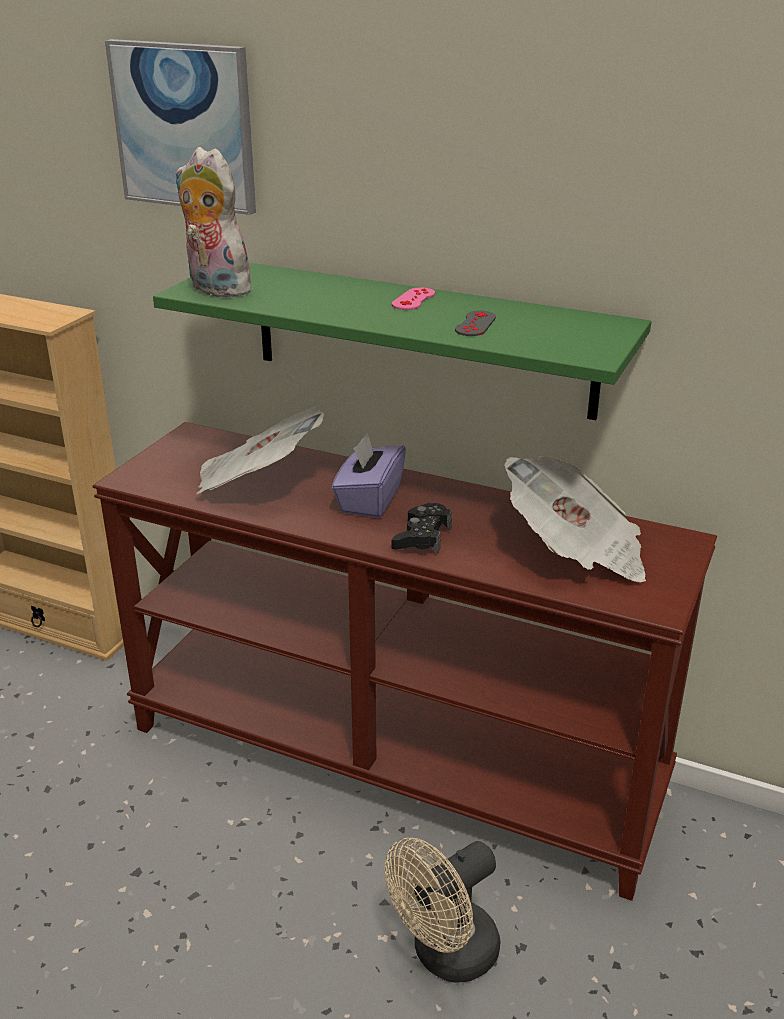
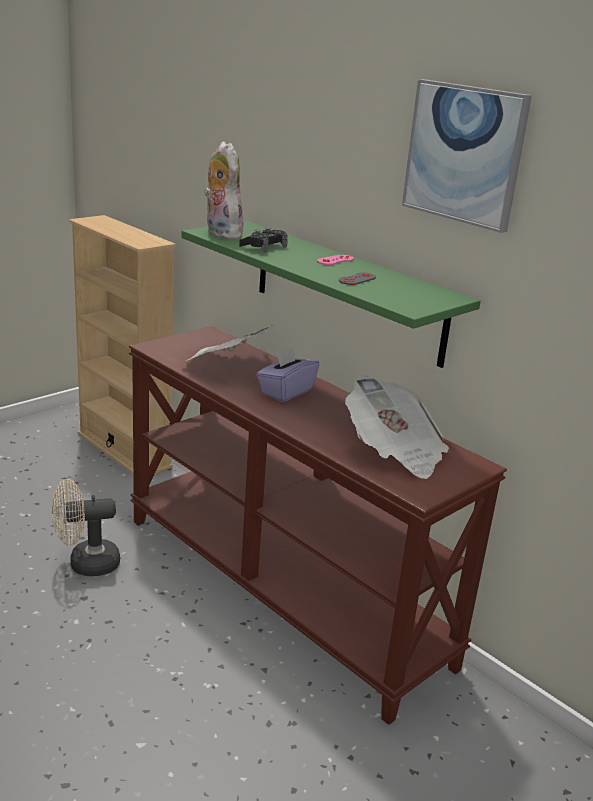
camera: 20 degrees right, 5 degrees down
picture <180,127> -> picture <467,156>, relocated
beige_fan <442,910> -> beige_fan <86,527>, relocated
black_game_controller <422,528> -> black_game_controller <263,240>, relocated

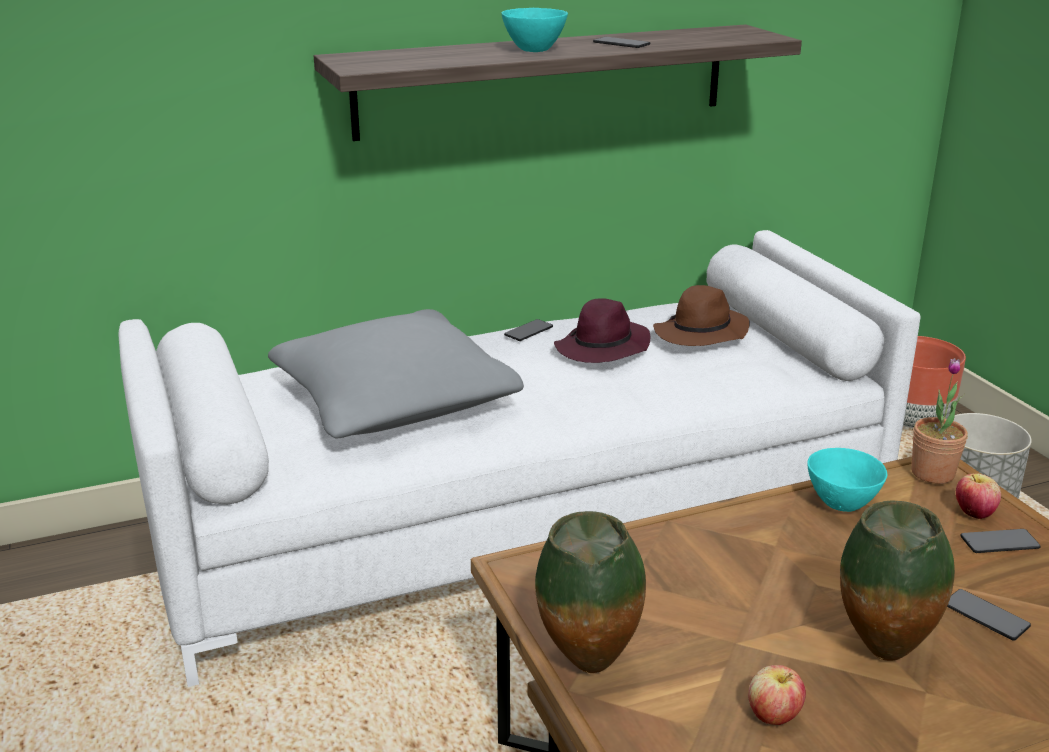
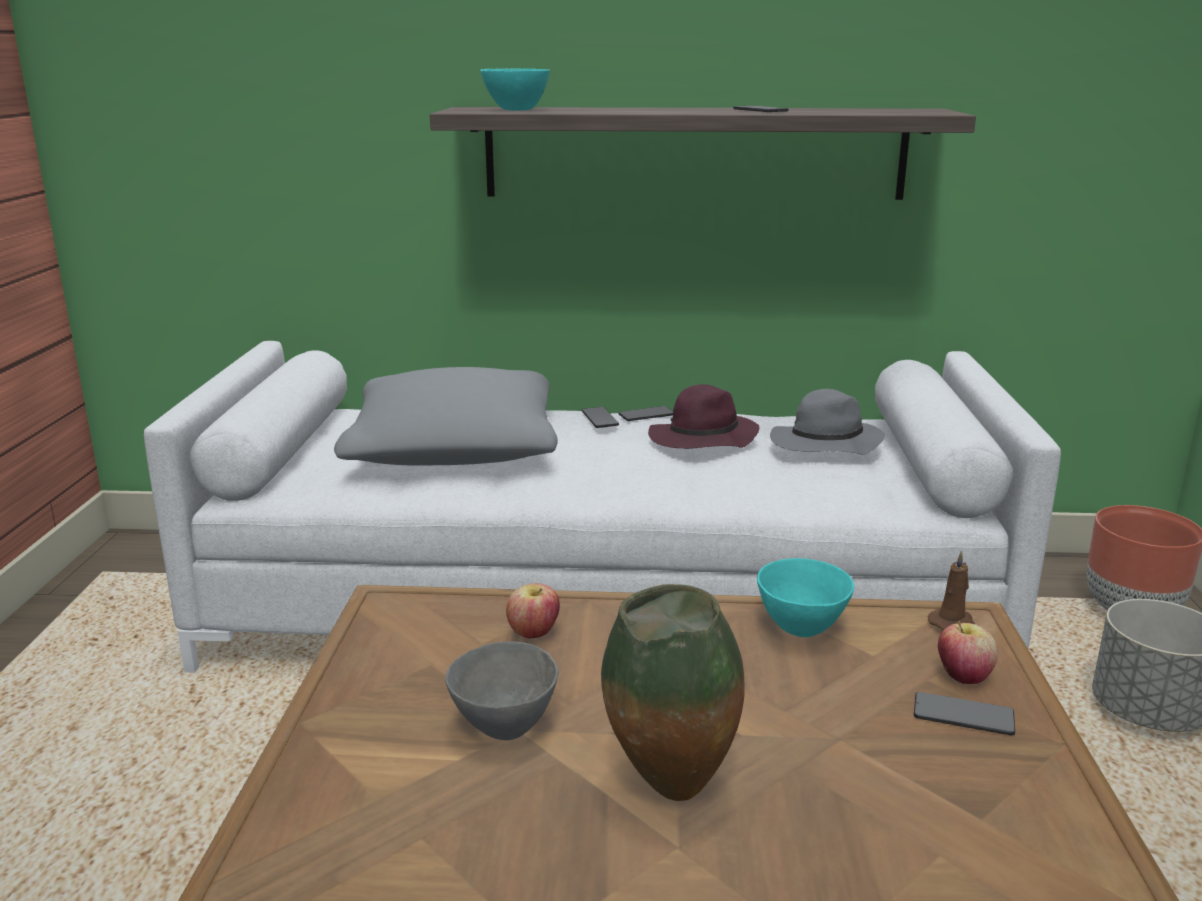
camera: 25 degrees right, 5 degrees down
turquoise_bowl <534,30> -> turquoise_bowl <515,89>, relocated
vase <590,592> -> none
brown_hat <701,315> -> grey_hat <827,422>
apple <777,695> -> apple <533,611>, relocated
potted_plant <939,421> -> brown_candle <951,590>
phone <989,615> -> phone <600,417>, relocated
none -> grey_bowl <501,691>

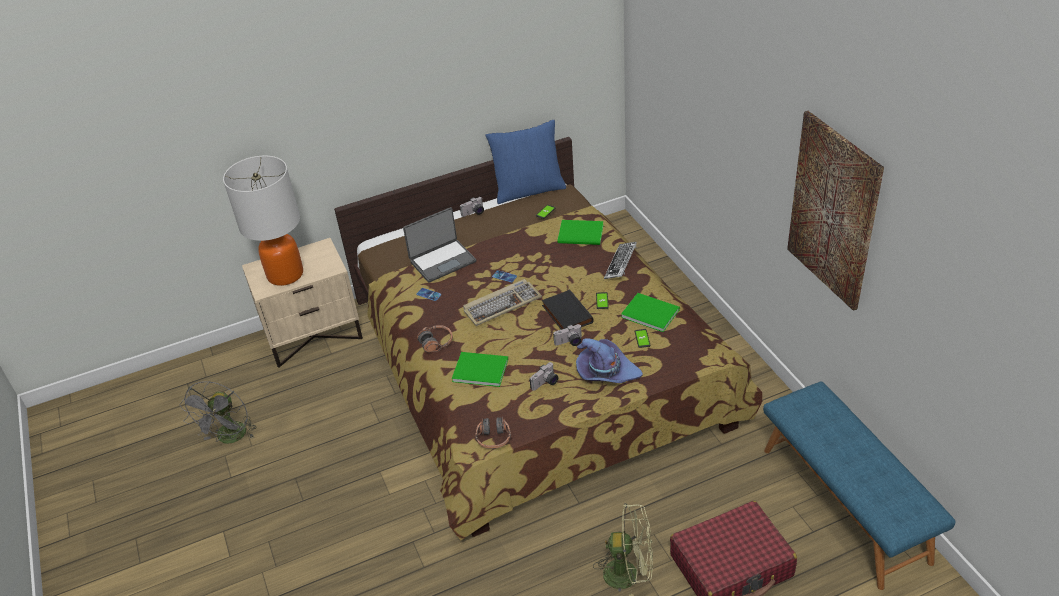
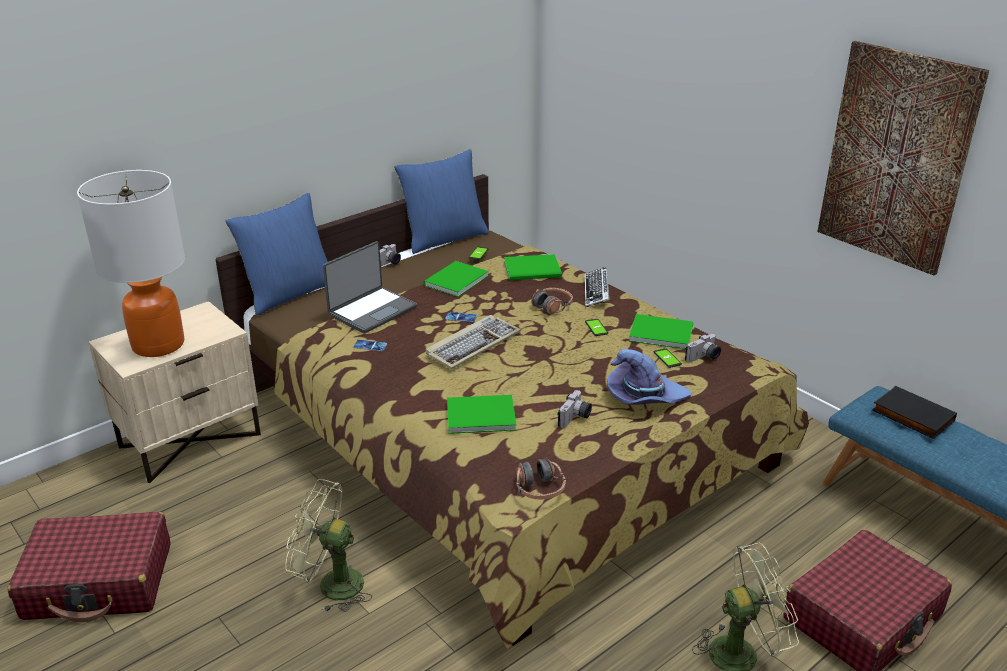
camera: 20 degrees left, 10 degrees down
grey_fan <218,412> -> red_suitcase <89,567>
headphones <435,338> -> headphones <552,301>, relocated
black_book <568,309> -> black_book <914,412>, relocated
photo_camera <567,335> -> photo_camera <703,348>, relocated
none -> blue_pillow <276,254>
none -> green_fan <328,545>
none -> green_book <456,279>

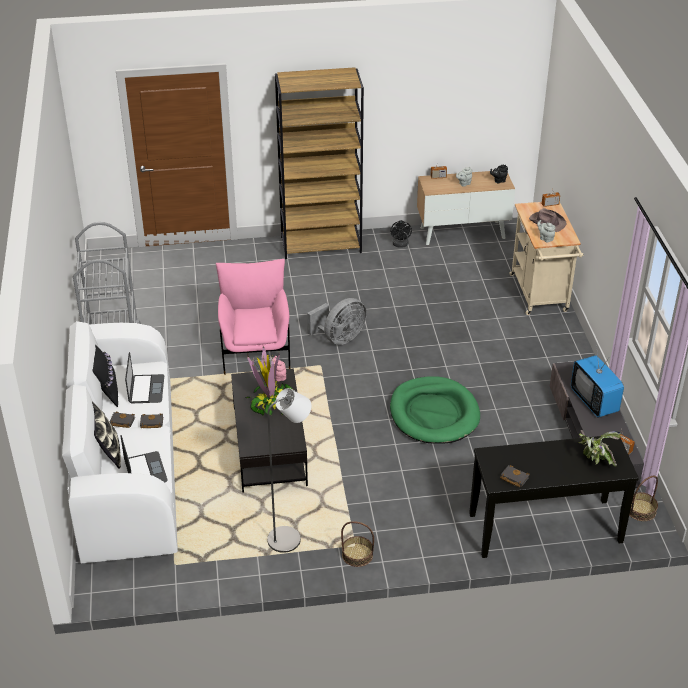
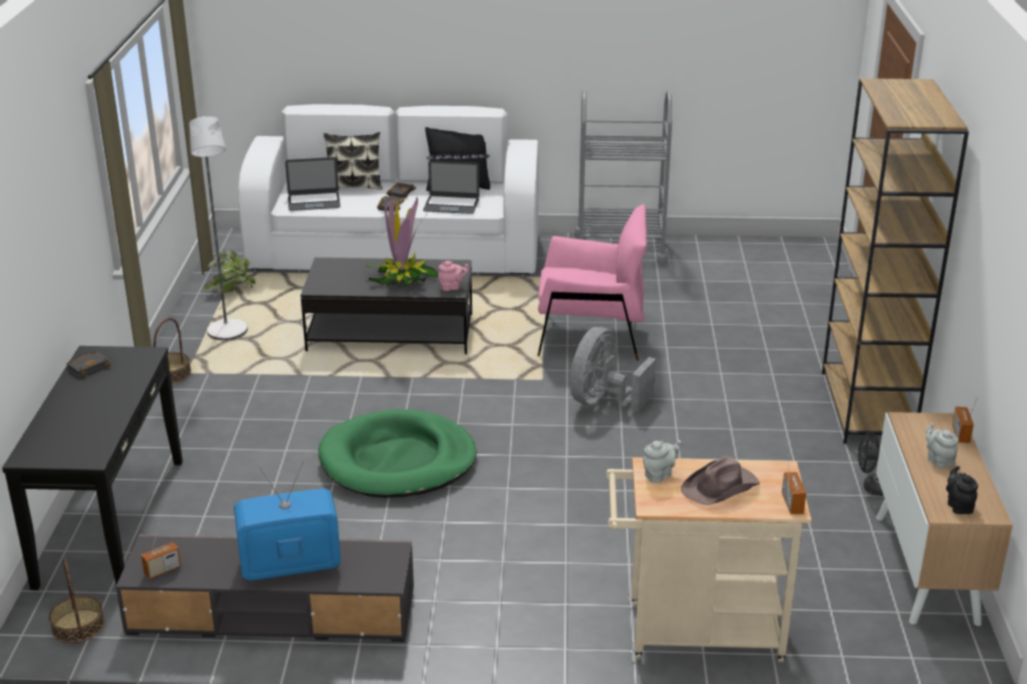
camera: 100 degrees right, 10 degrees down
grey_fan <337,321> -> grey_fan <613,369>, 60 degrees clockwise
potted_plant <599,448> -> potted_plant <230,271>, relocated

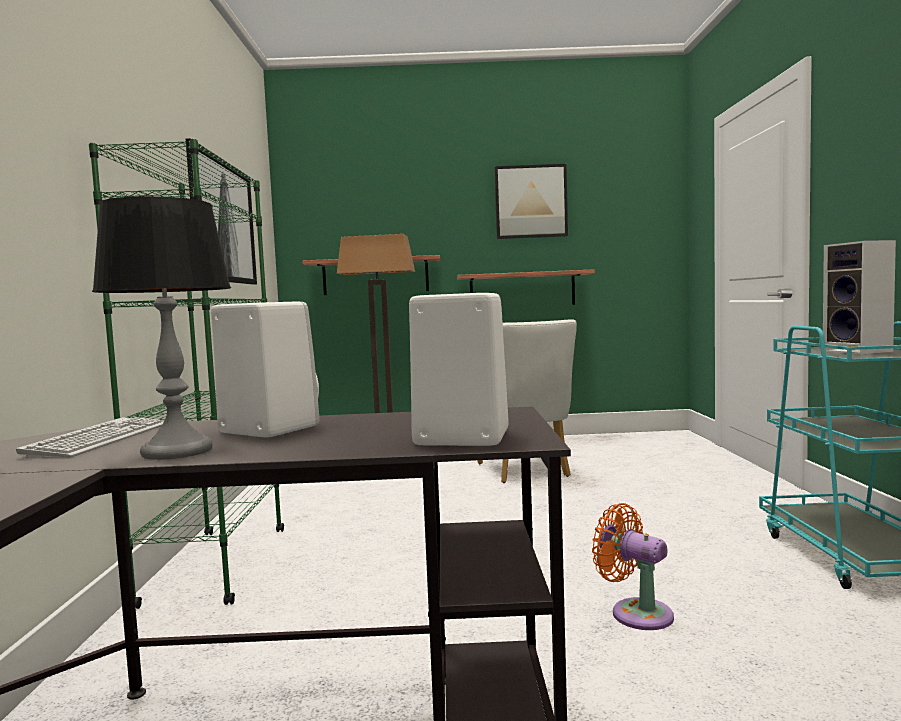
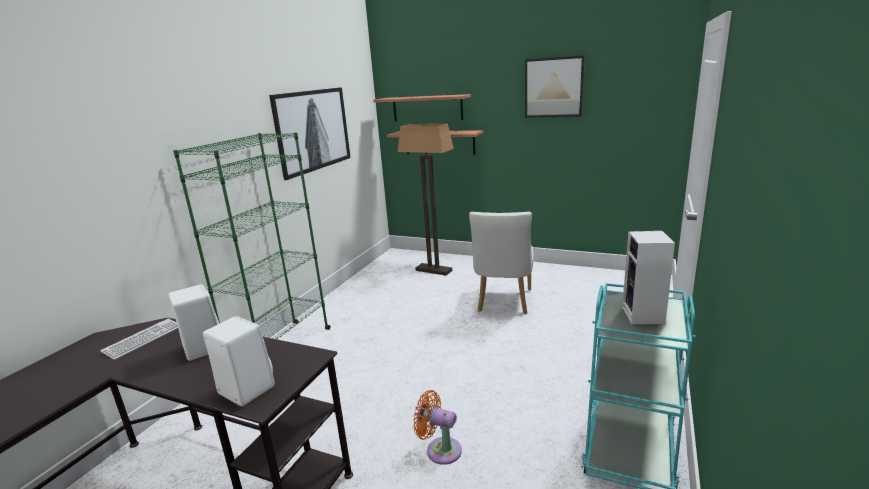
camera: 25 degrees right, 15 degrees up
table_lamp <161,328> -> none
shelf <526,287> -> shelf <422,107>, relocated
orange_fan <633,566> -> orange_fan <437,427>, 45 degrees counterclockwise

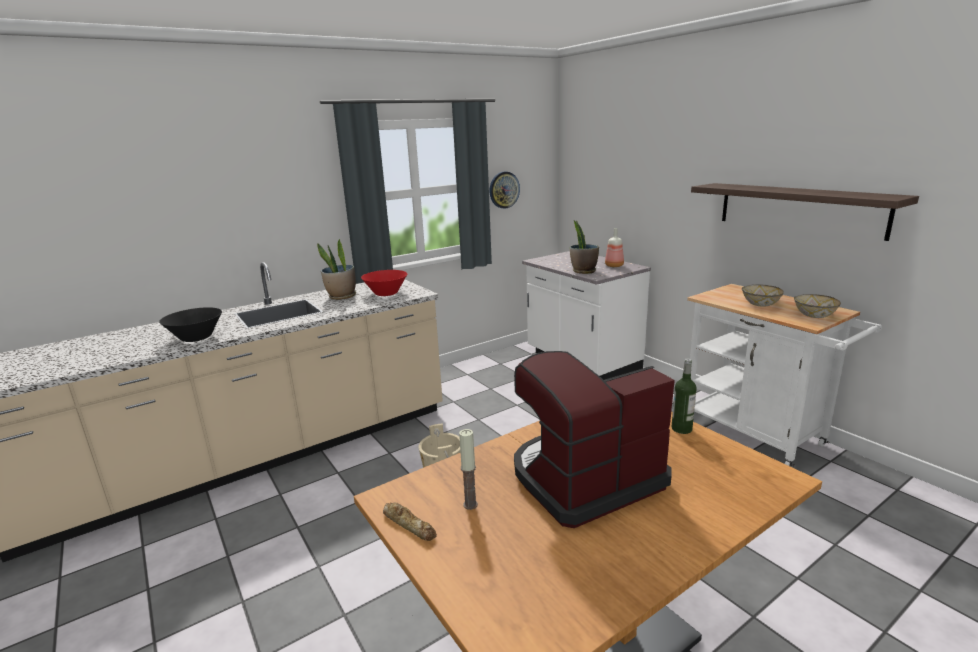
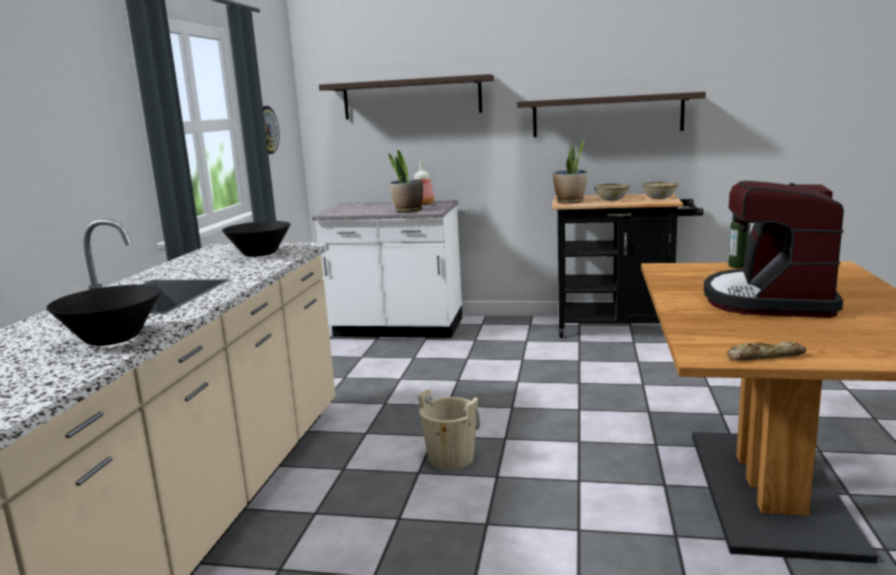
camera: 45 degrees left, 5 degrees down
potted_plant <336,269> -> potted_plant <570,171>, relocated
red_bowl <384,283> -> black_bowl <256,239>
candle <468,469> -> none
white_cart <784,375> -> black_cart <627,265>
none -> shelf <406,96>

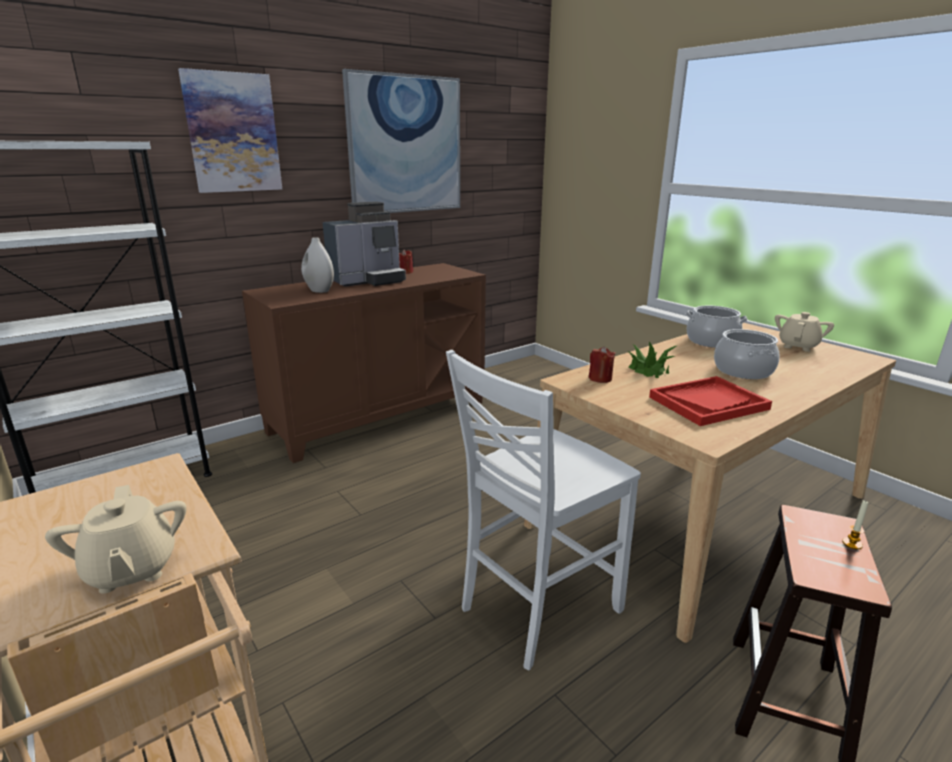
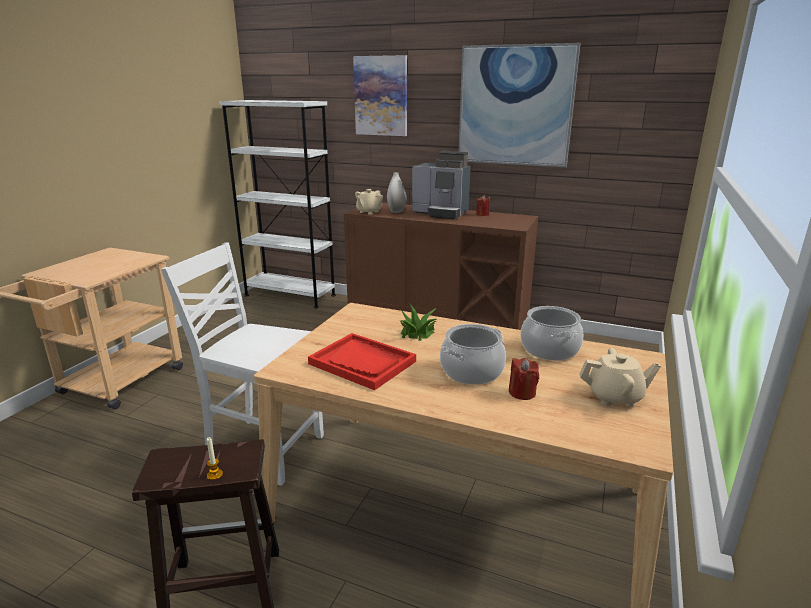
camera: 60 degrees right, 0 degrees up
beige_teapot <115,539> -> beige_teapot <369,202>, relocated
red_candle <602,364> -> red_candle <524,379>, relocated

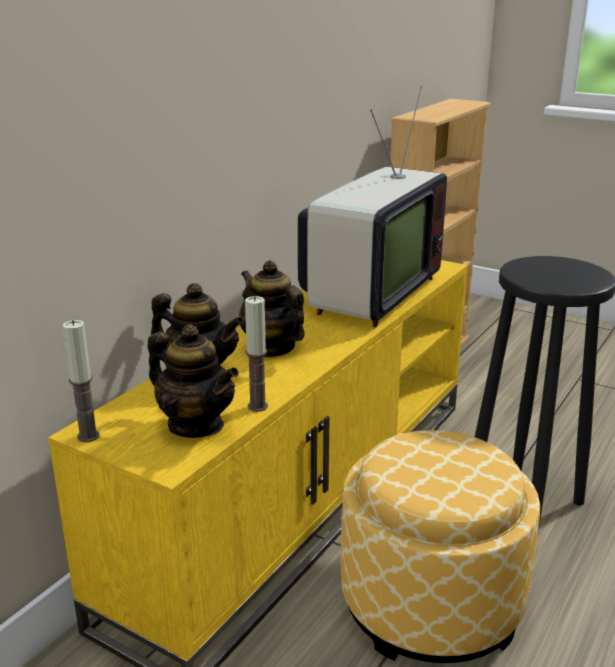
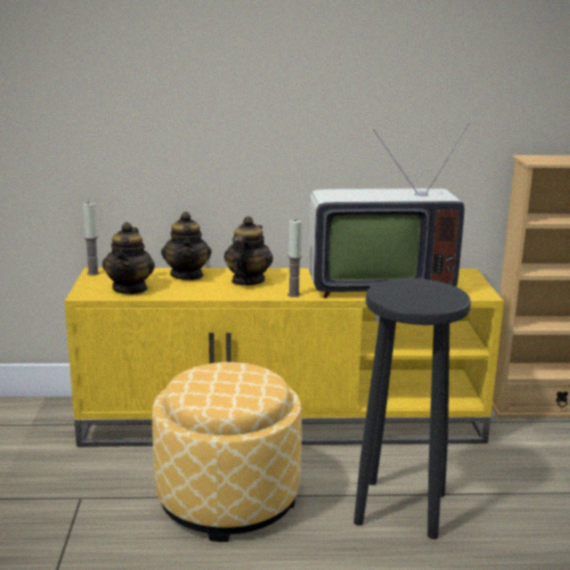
camera: 55 degrees right, 5 degrees down
candle <256,354> -> candle <294,258>, relocated

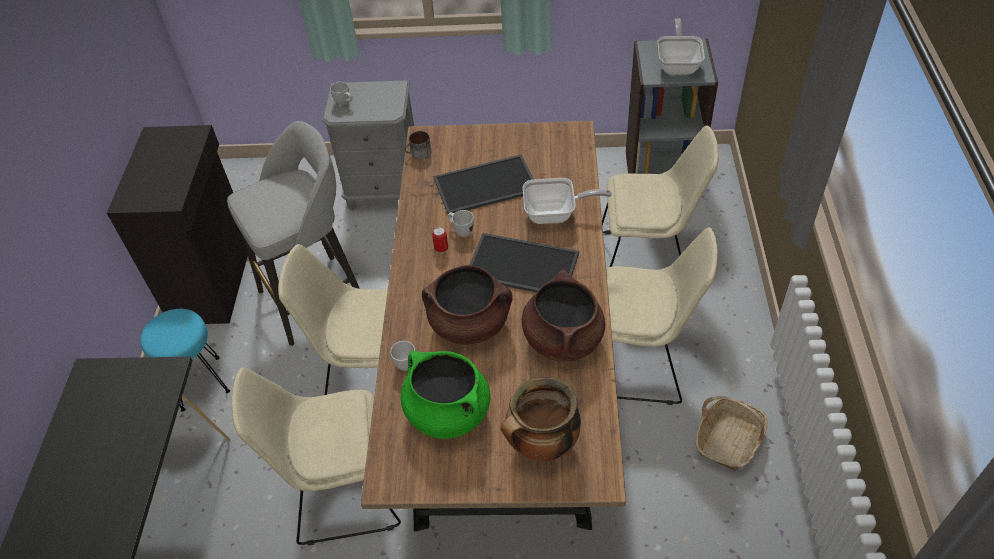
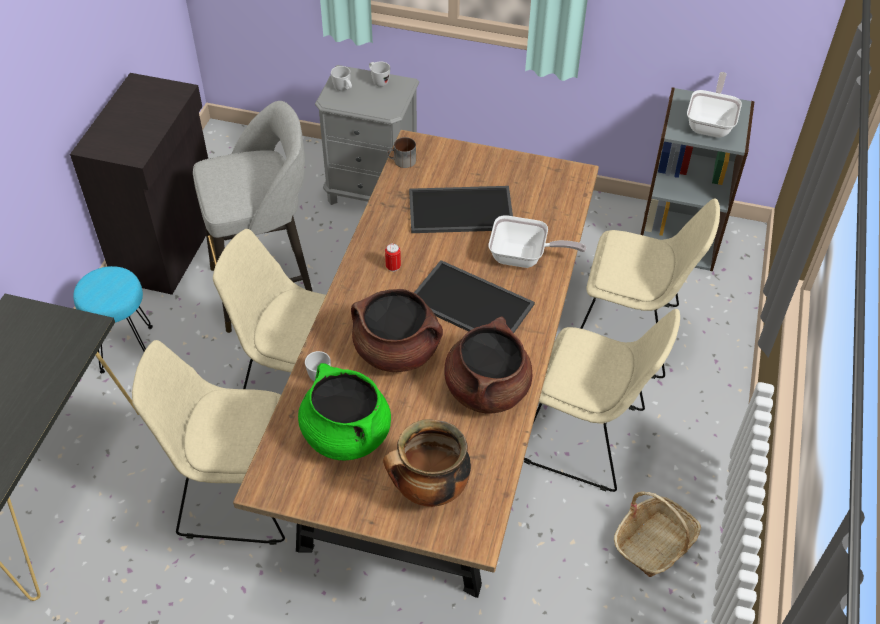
camera: 10 degrees right, 0 degrees up
white_mug <460,223> -> white_mug <379,74>, relocated

